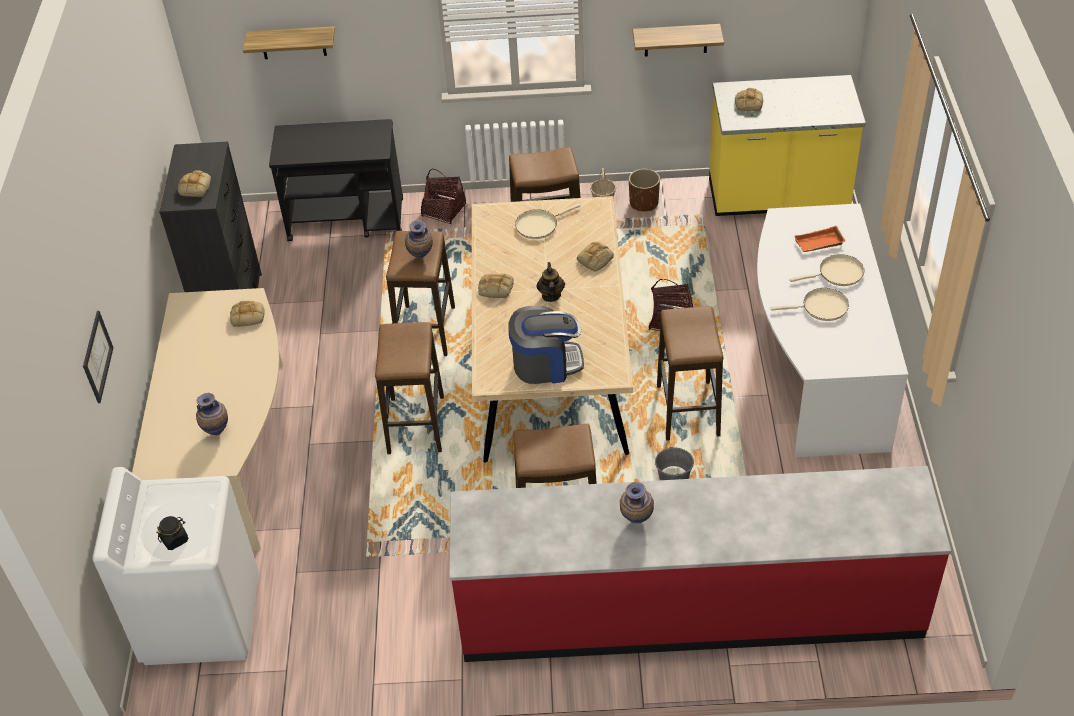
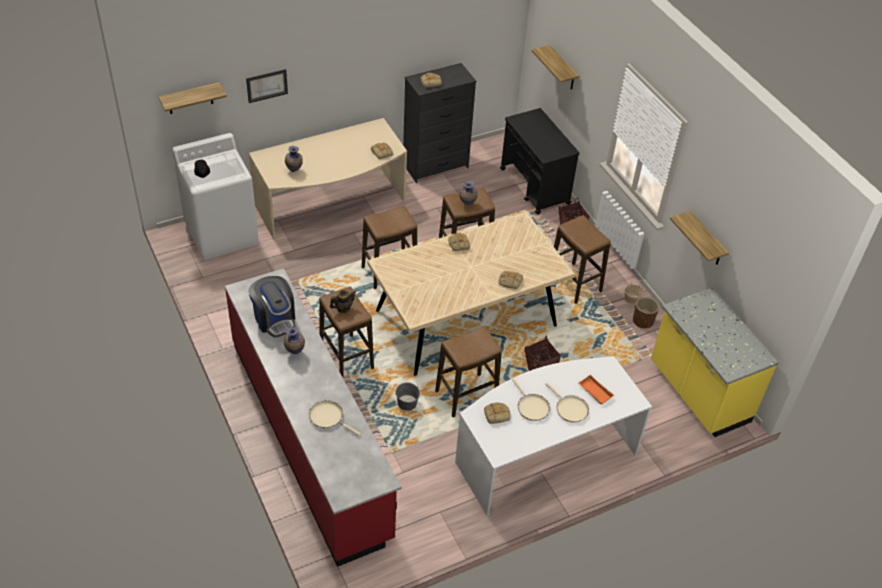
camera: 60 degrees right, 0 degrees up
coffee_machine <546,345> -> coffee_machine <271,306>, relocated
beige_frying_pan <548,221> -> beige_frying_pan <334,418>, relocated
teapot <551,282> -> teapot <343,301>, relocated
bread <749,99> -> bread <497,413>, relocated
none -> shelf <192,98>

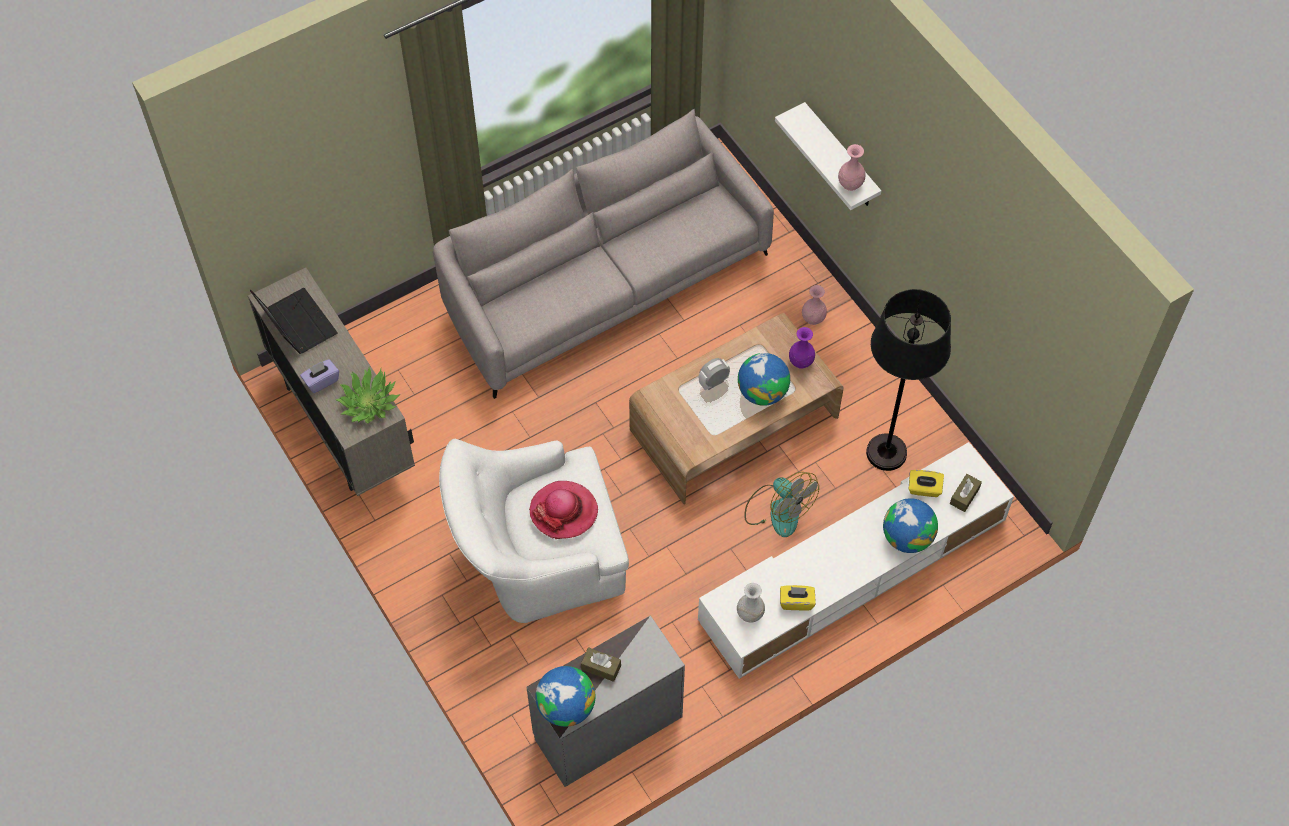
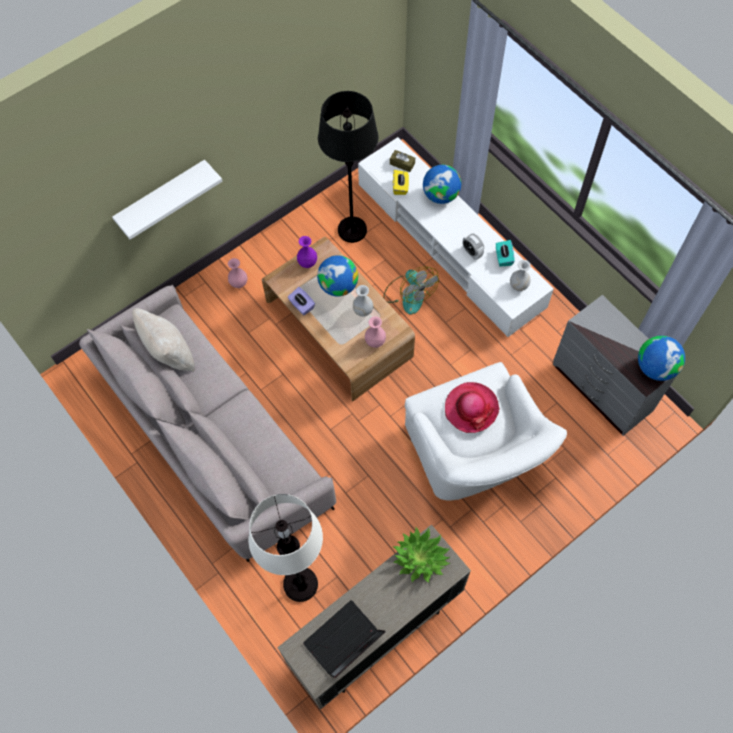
camera: 95 degrees left, 5 degrees up
purple_tissue_box <319,376> -> purple_tissue_box <301,301>, relocated
brown_tissue_box <601,664> -> none
alarm_clock <714,374> -> alarm_clock <473,247>, relocated
fan <781,504> -> fan <411,290>, 105 degrees clockwise
yellow_tissue_box <798,598> -> turquoise_tissue_box <505,253>
pink_vase <851,167> -> pink_vase <375,332>, relocated
none -> beige_pillow <163,340>
none -> white_floor_lamp <286,548>
none -> white_vase <363,301>

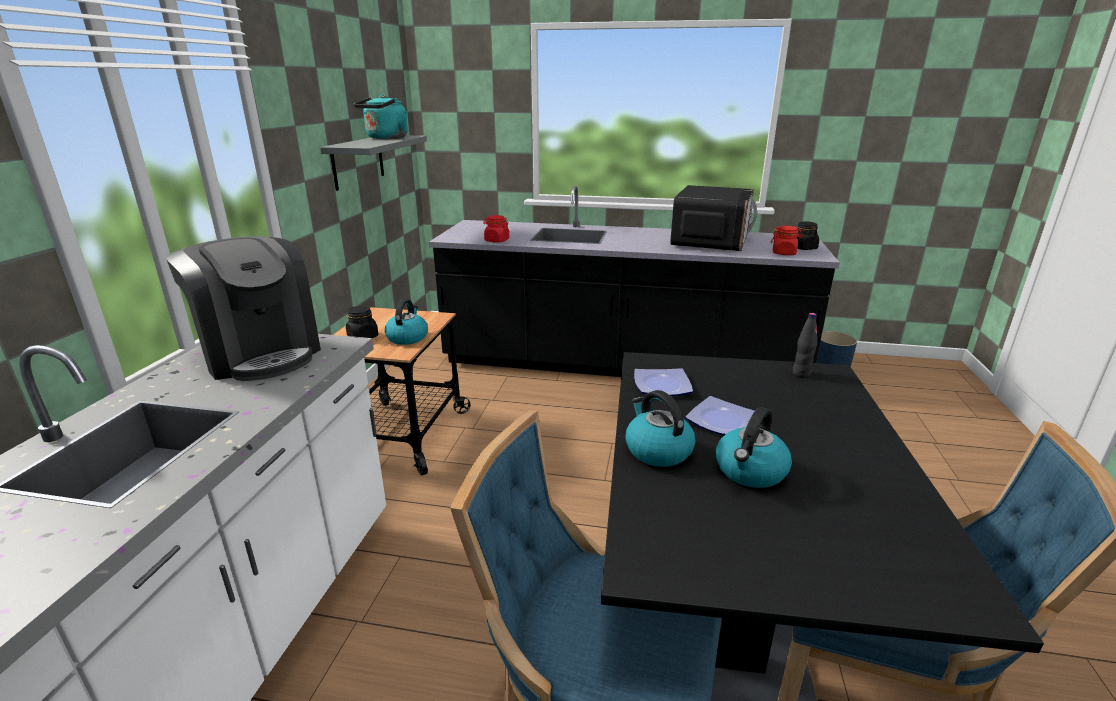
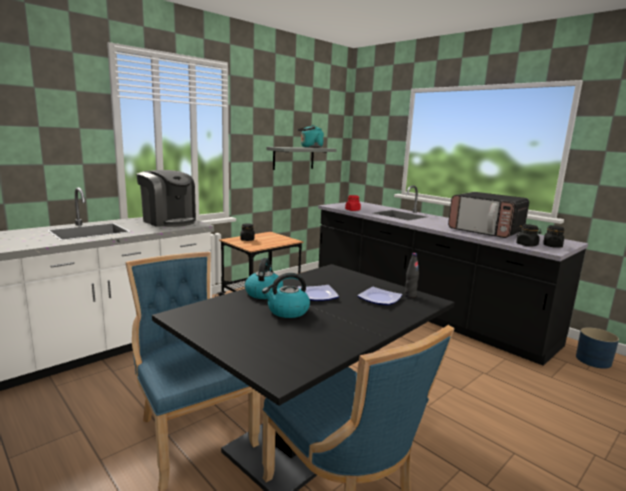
camera: 35 degrees right, 10 degrees down
coffee_machine <243,308> -> coffee_machine <166,198>, 45 degrees counterclockwise
kettle <406,322> -> none
plate <663,382> -> plate <379,296>, relocated
microwave <713,218> -> microwave <488,215>, 75 degrees clockwise
red_jar <787,240> -> black_jar <529,235>

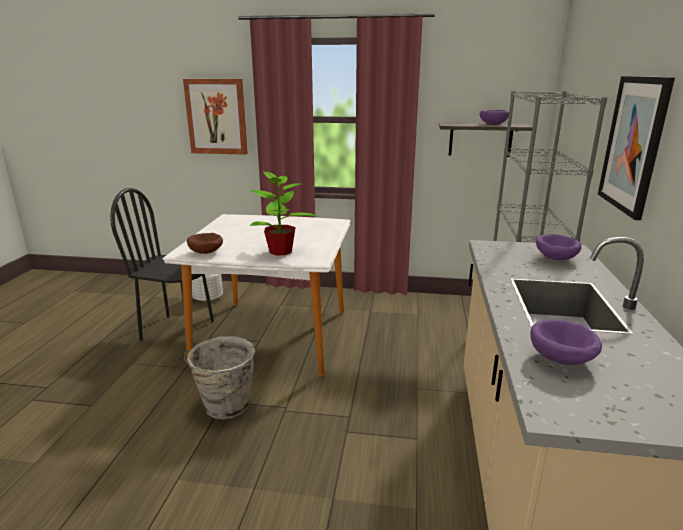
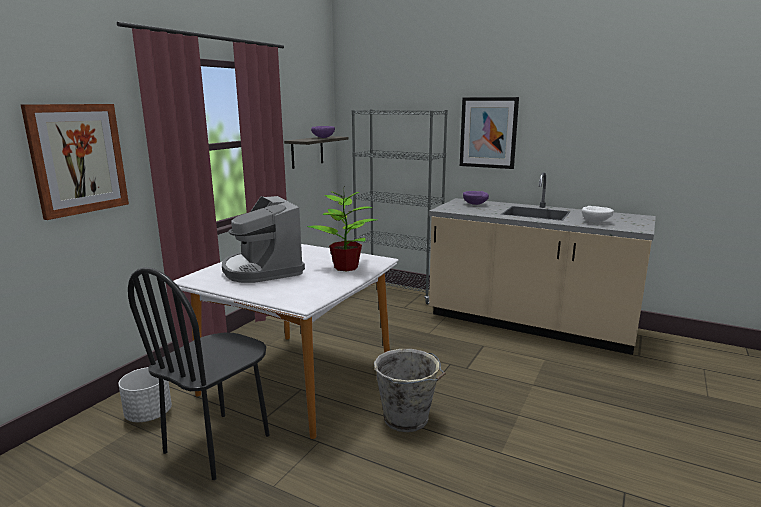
camera: 70 degrees left, 5 degrees down
brown_bowl <205,243> -> none
purple_bowl <566,342> -> white_bowl <598,214>
none -> coffee_machine <263,239>

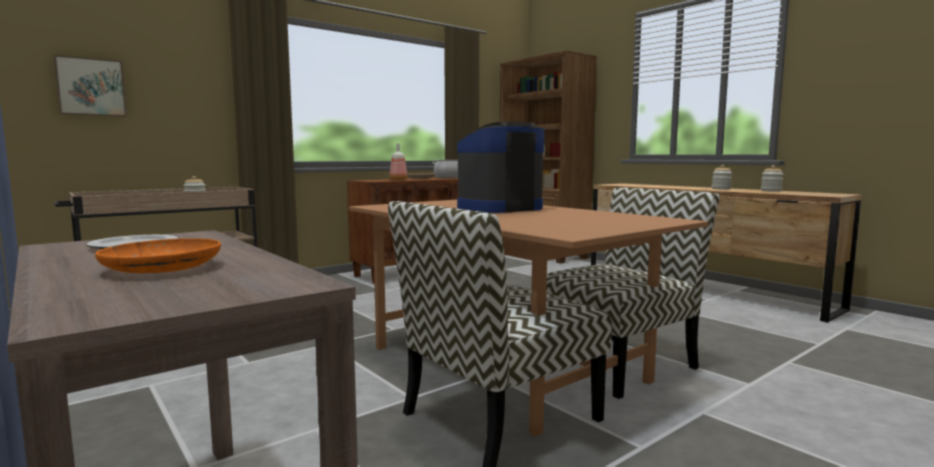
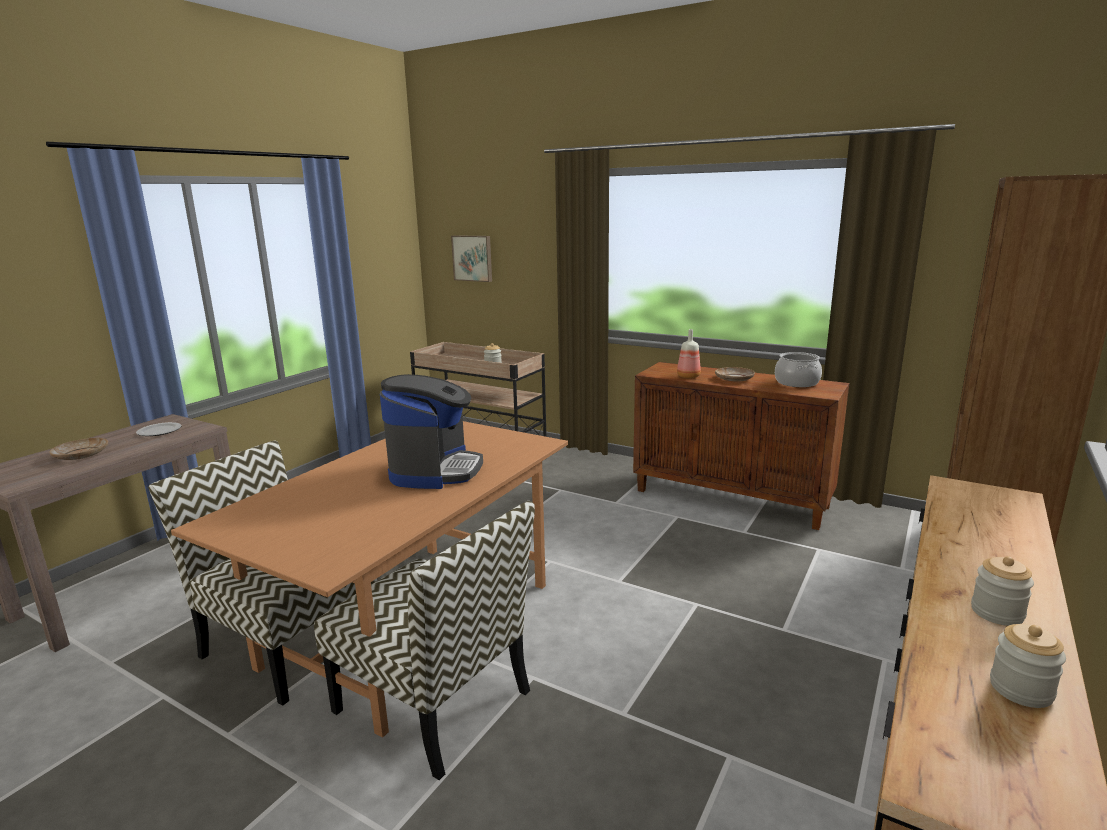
camera: 70 degrees right, 10 degrees up
orange_plate <158,255> -> beige_plate <78,449>
coffee_machine <501,167> -> coffee_machine <431,431>, 60 degrees clockwise

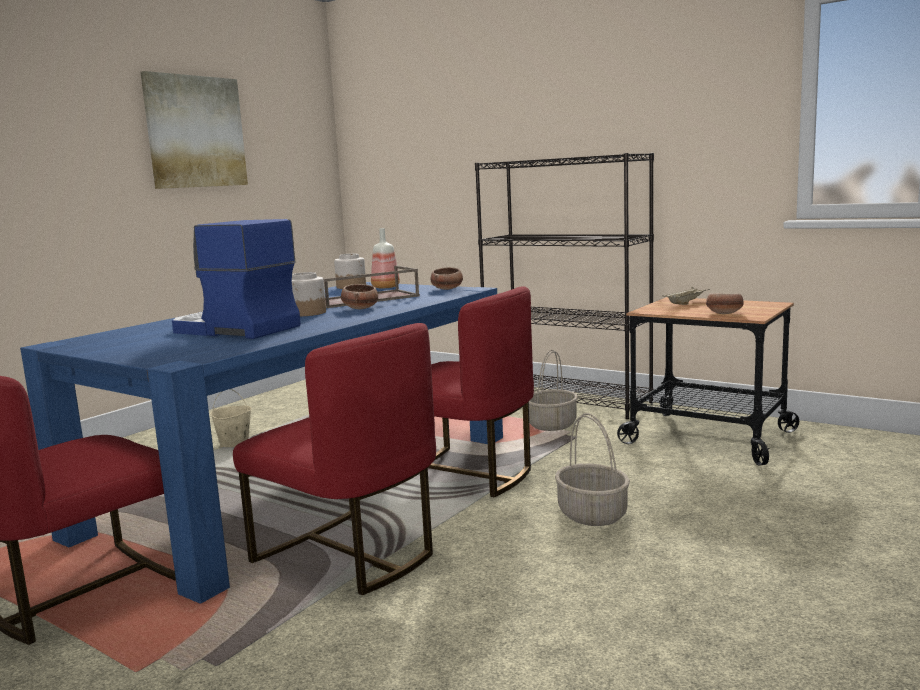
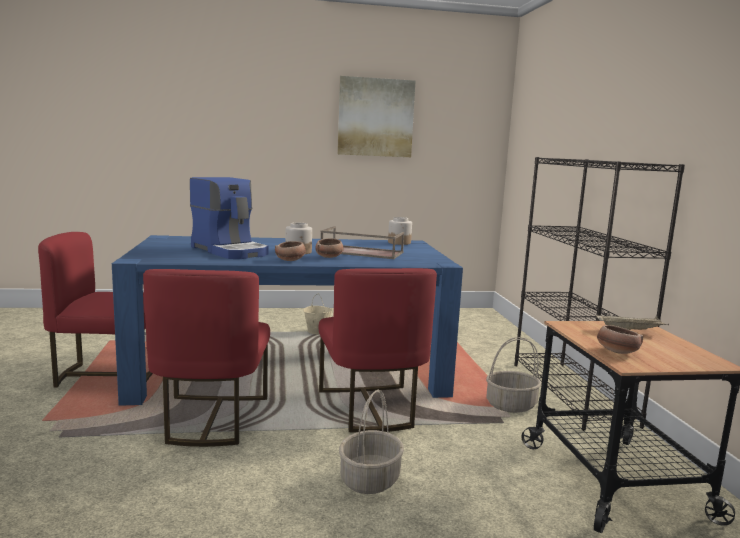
camera: 45 degrees right, 0 degrees up
coffee_machine <236,279> -> coffee_machine <229,218>, 150 degrees clockwise
bottle <385,258> -> none
bowl <447,278> -> bowl <290,251>, relocated

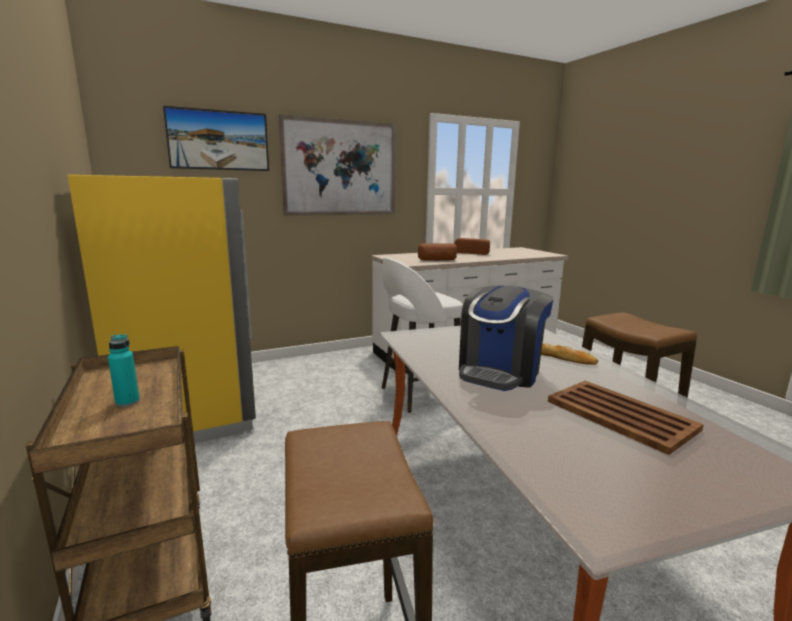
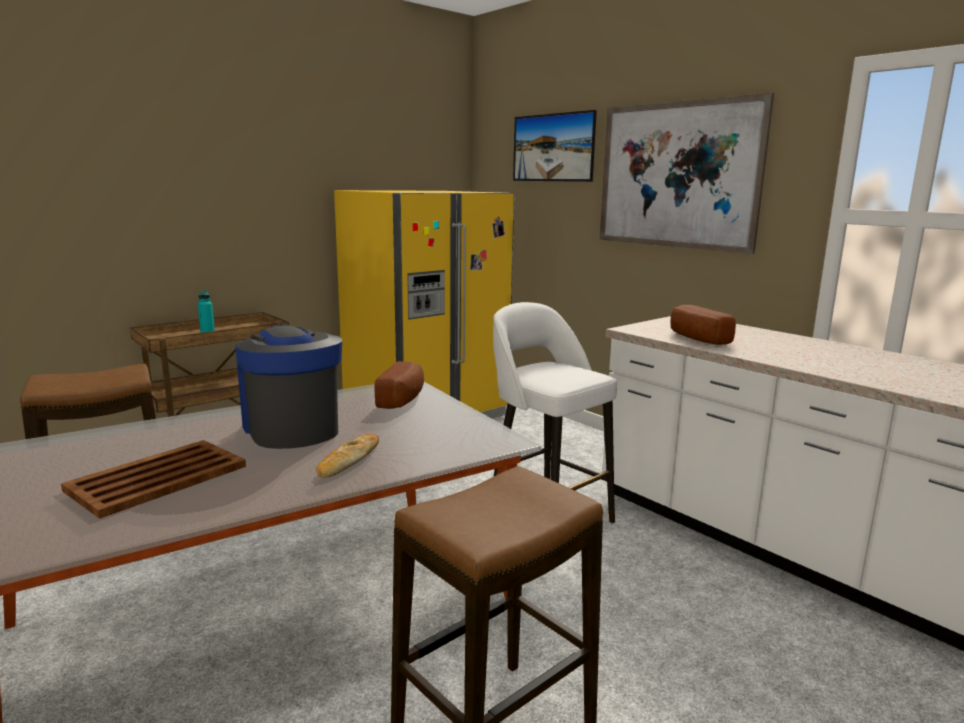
camera: 75 degrees right, 0 degrees up
bread <472,246> -> bread <399,385>, relocated
coffee_machine <506,338> -> coffee_machine <288,386>, 45 degrees clockwise

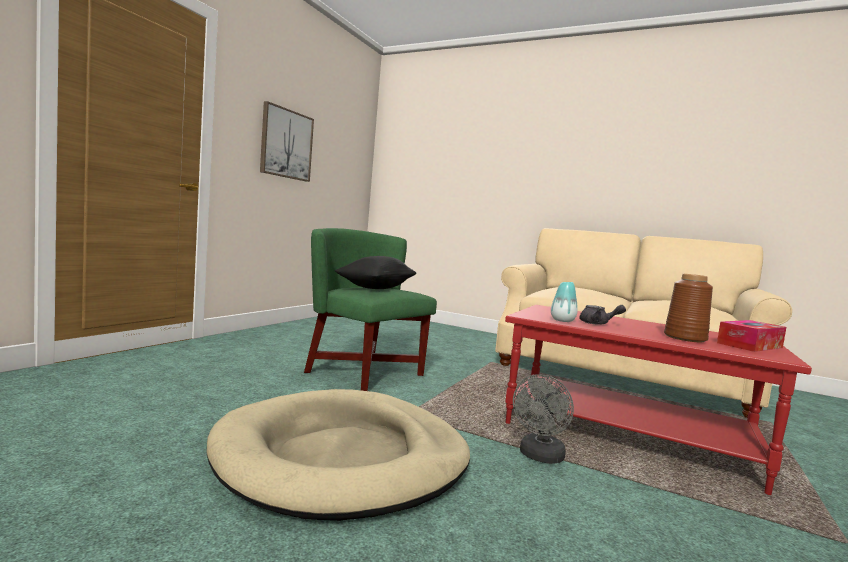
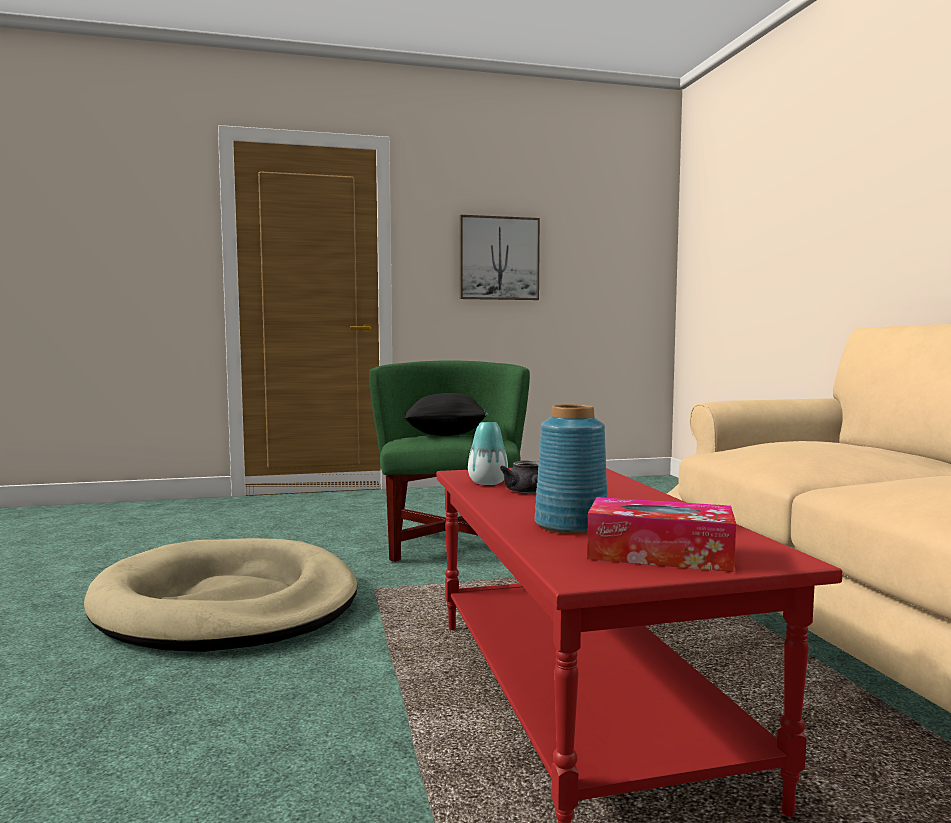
camera: 50 degrees right, 0 degrees up
grey_fan <543,419> -> none
brown_vase <688,308> -> blue_vase <571,469>

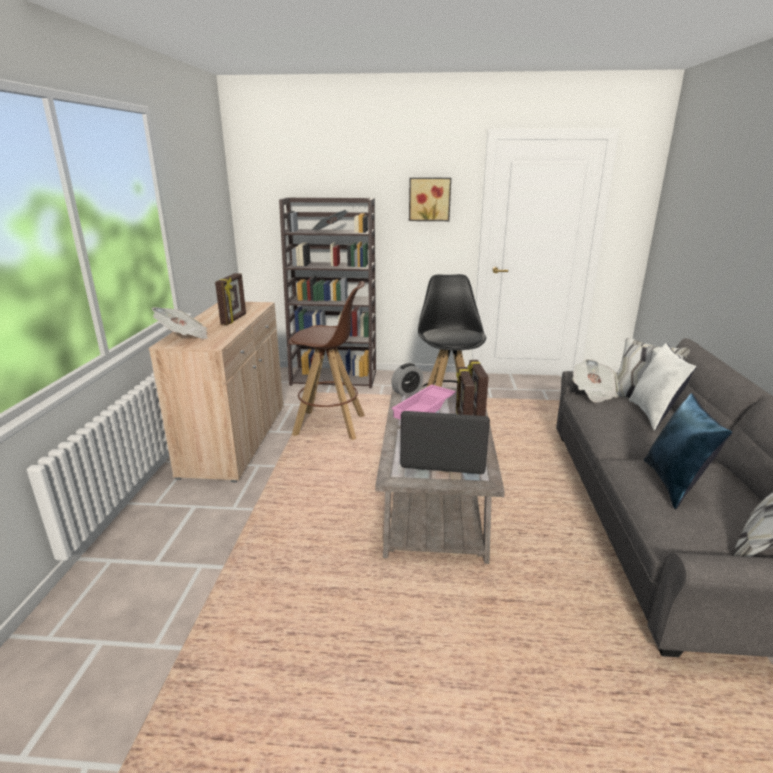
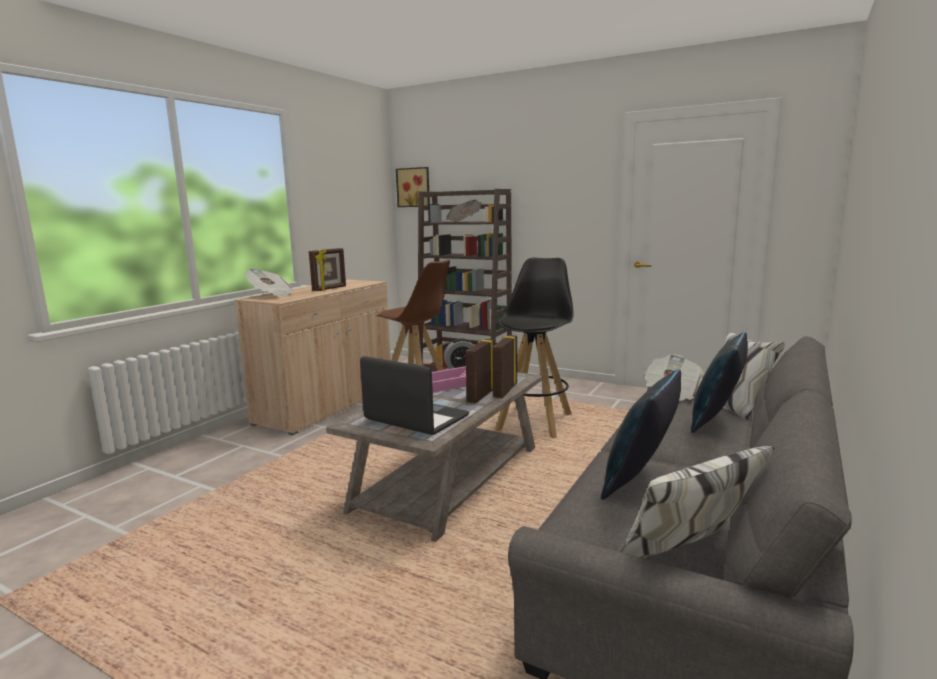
camera: 25 degrees right, 10 degrees down
picture <430,199> -> picture <413,187>, relocated
white_pillow <663,386> -> blue_pillow <719,382>

